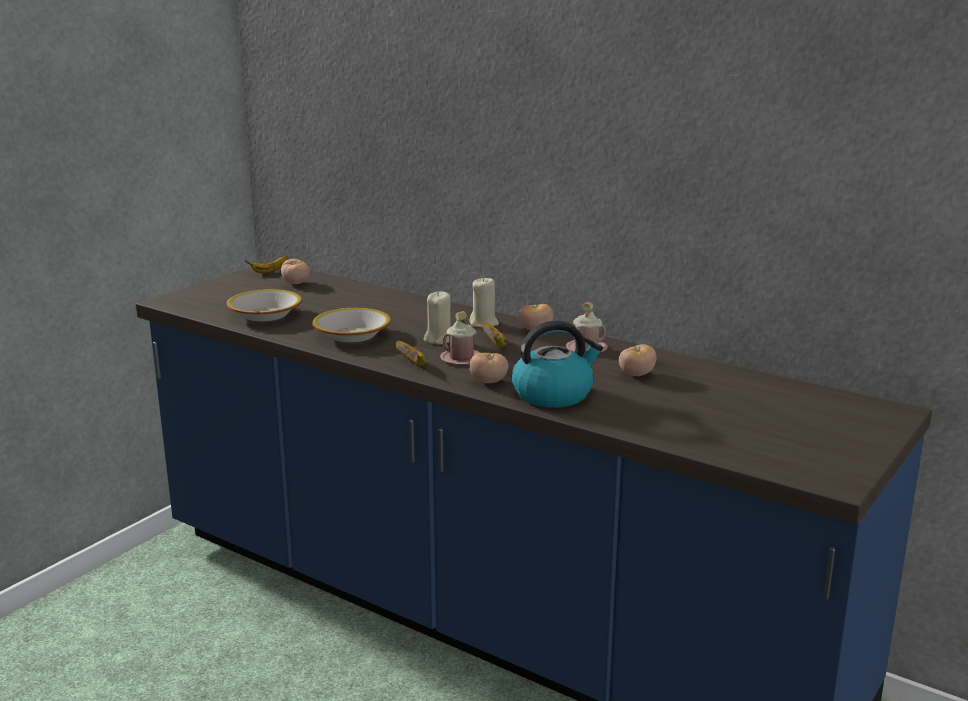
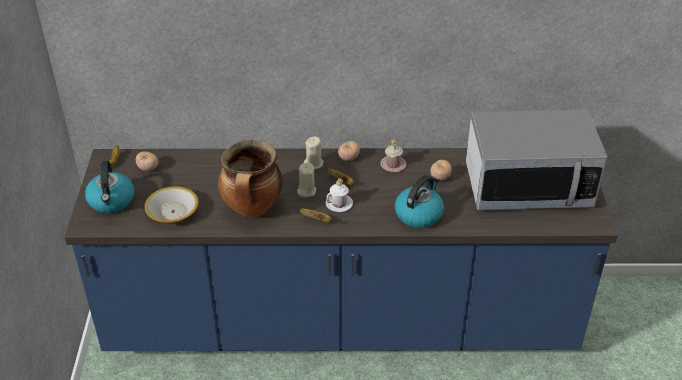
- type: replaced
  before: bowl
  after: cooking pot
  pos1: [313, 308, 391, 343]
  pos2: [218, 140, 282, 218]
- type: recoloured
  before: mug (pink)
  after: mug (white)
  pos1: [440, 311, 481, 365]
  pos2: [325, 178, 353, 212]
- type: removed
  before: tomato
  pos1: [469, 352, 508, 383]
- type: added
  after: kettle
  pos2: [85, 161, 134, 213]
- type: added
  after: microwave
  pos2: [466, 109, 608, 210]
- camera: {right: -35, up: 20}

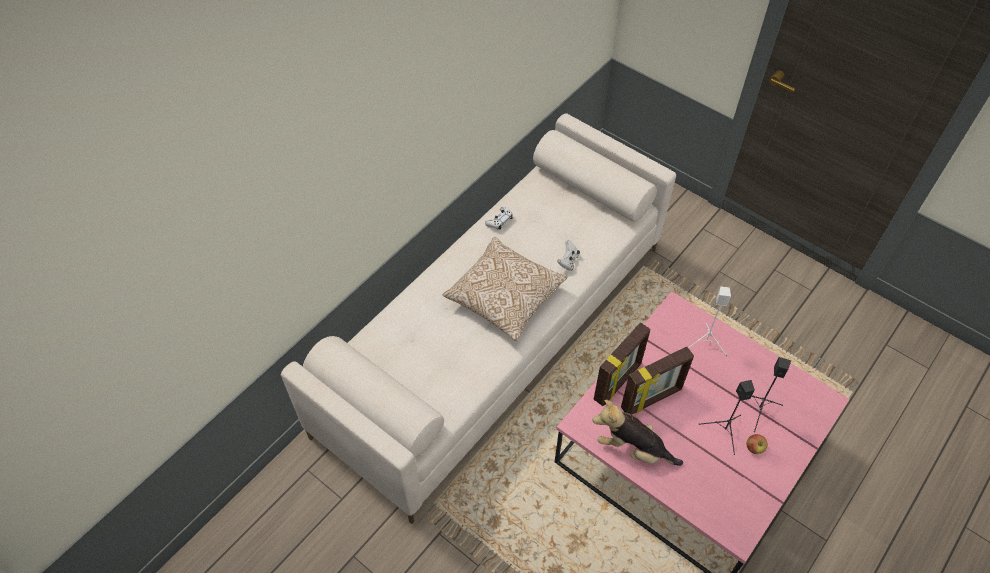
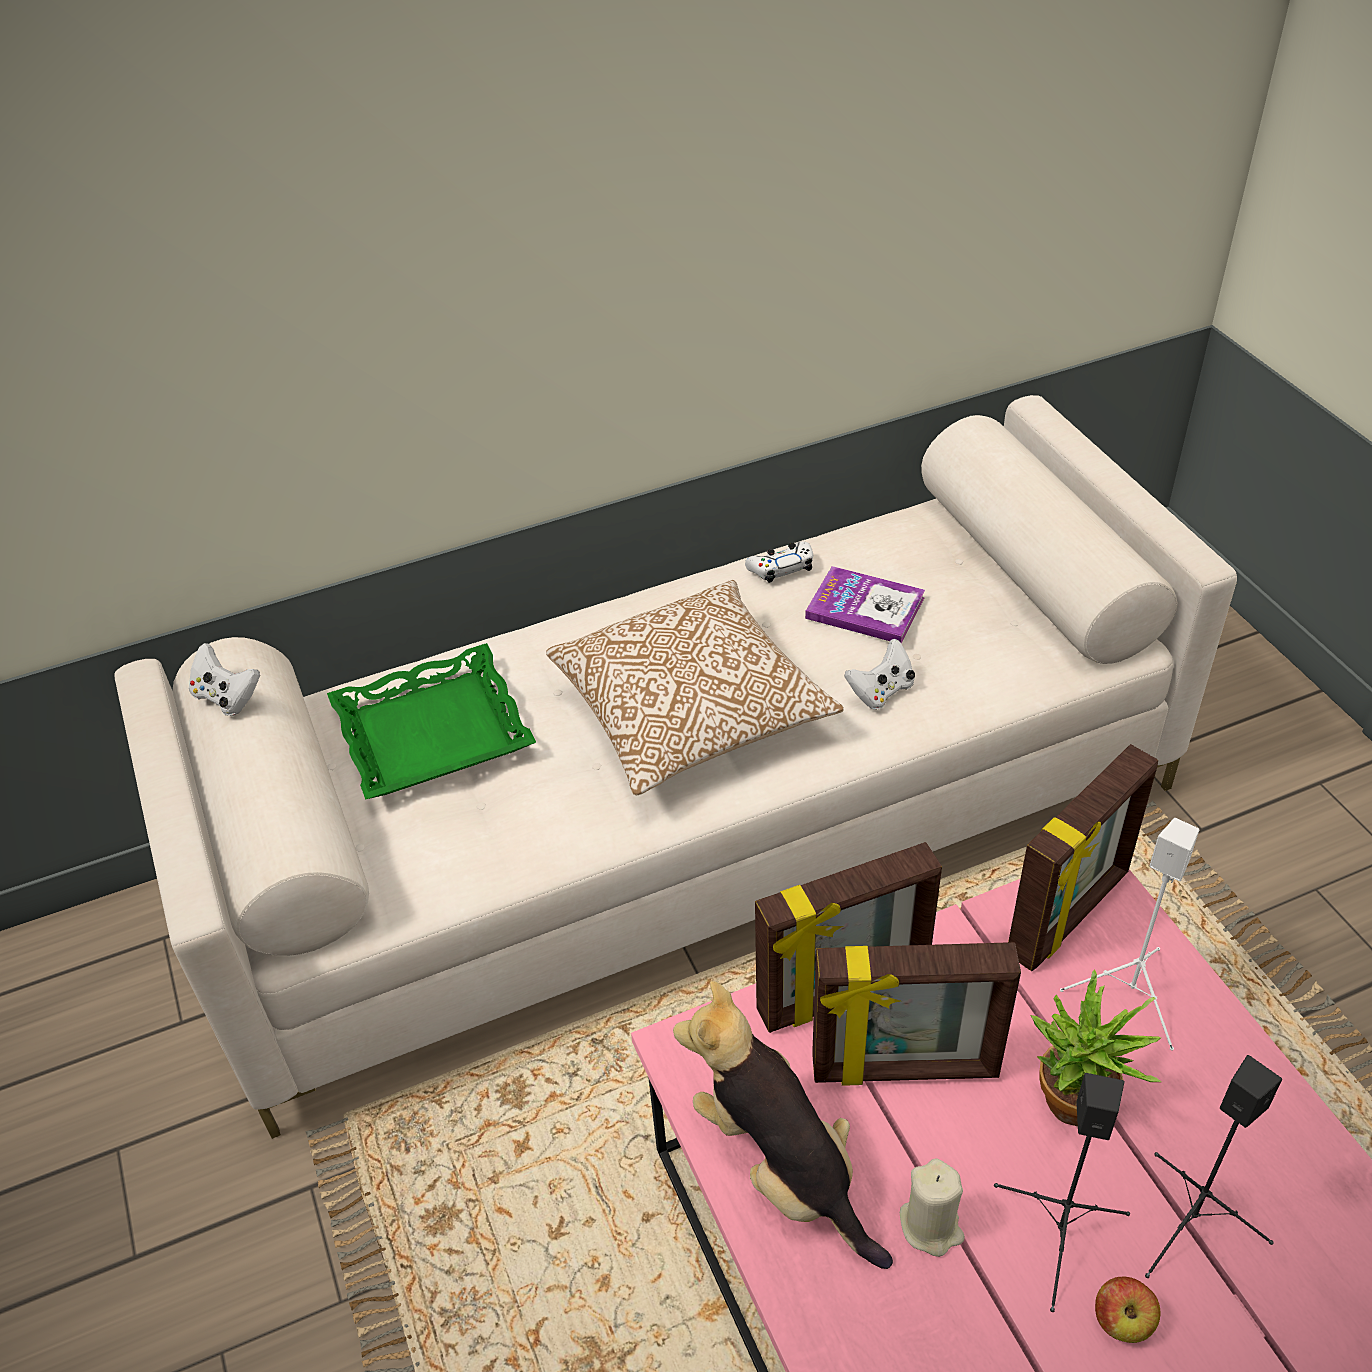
- type: added
  after: game controller (white)
  pos2: [189, 643, 260, 716]
- type: added
  after: tray (green)
  pos2: [327, 643, 536, 800]
- type: added
  after: book
  pos2: [805, 566, 925, 643]
- type: added
  after: candle (beige)
  pos2: [900, 1159, 965, 1257]
- type: added
  after: picture frame
  pos2: [1008, 744, 1158, 971]
- type: added
  after: potted plant
  pos2: [1031, 969, 1161, 1126]
- camera: {right: 30, up: -10}

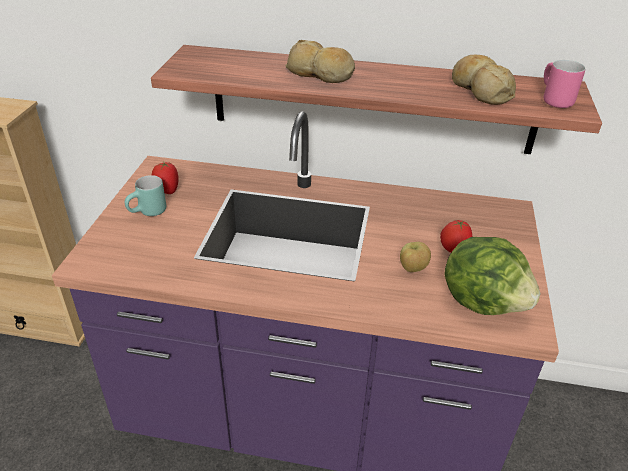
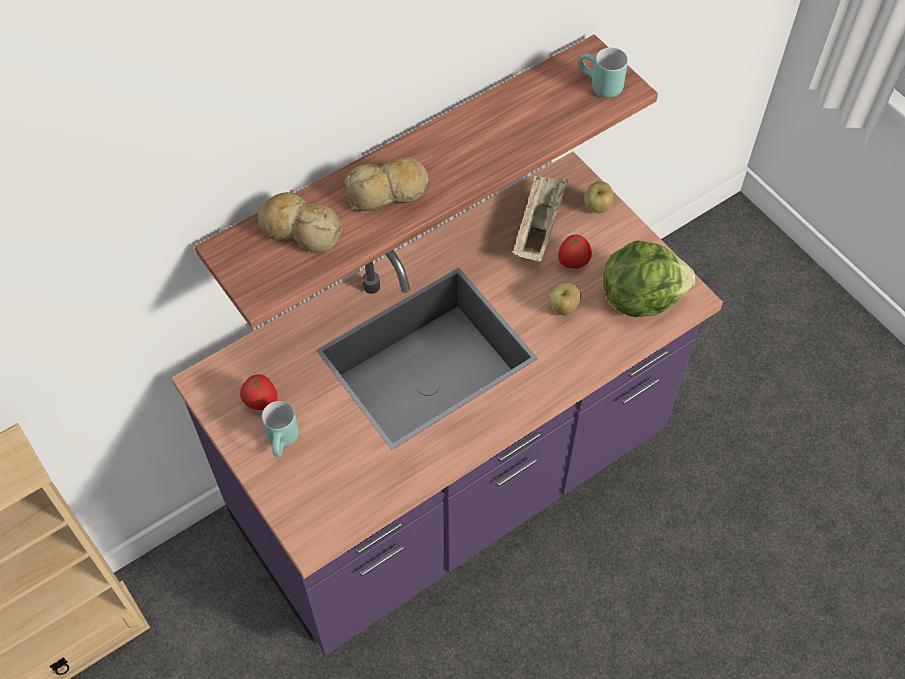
- type: moved
  before: bread
  pos1: [452, 55, 516, 105]
  pos2: [257, 192, 343, 253]
- type: recoloured
  before: mug (pink)
  after: mug (turquoise)
  pos1: [543, 60, 586, 108]
  pos2: [579, 48, 628, 98]
- type: added
  after: tray (beige)
  pos2: [513, 176, 568, 262]
- type: added
  after: apple
  pos2: [585, 182, 614, 213]
- camera: {right: -45, up: 20}

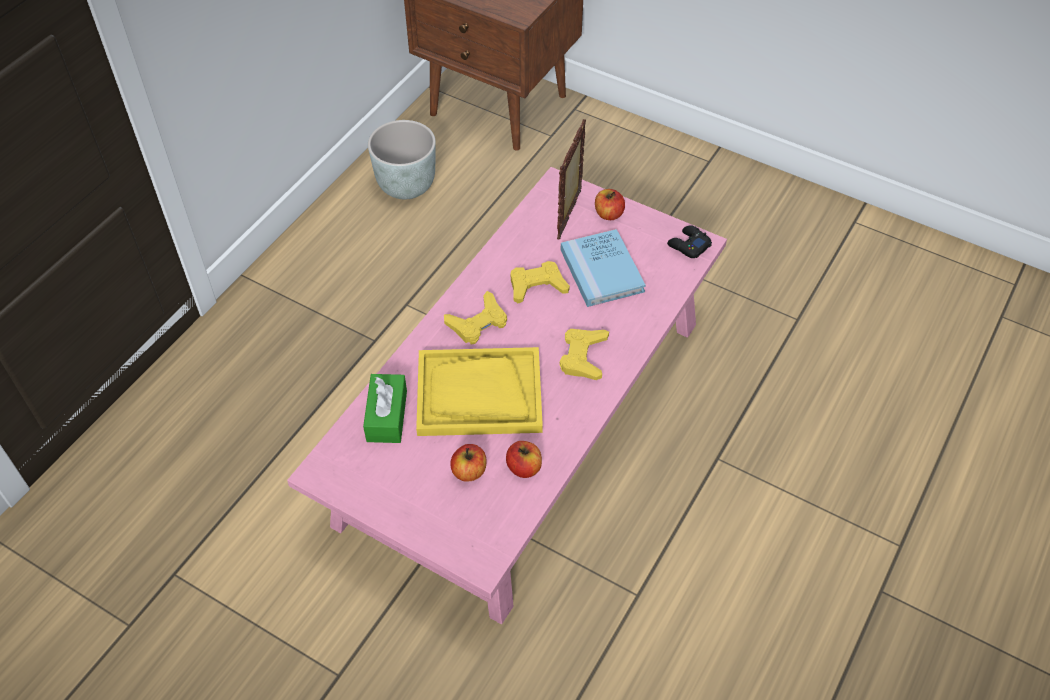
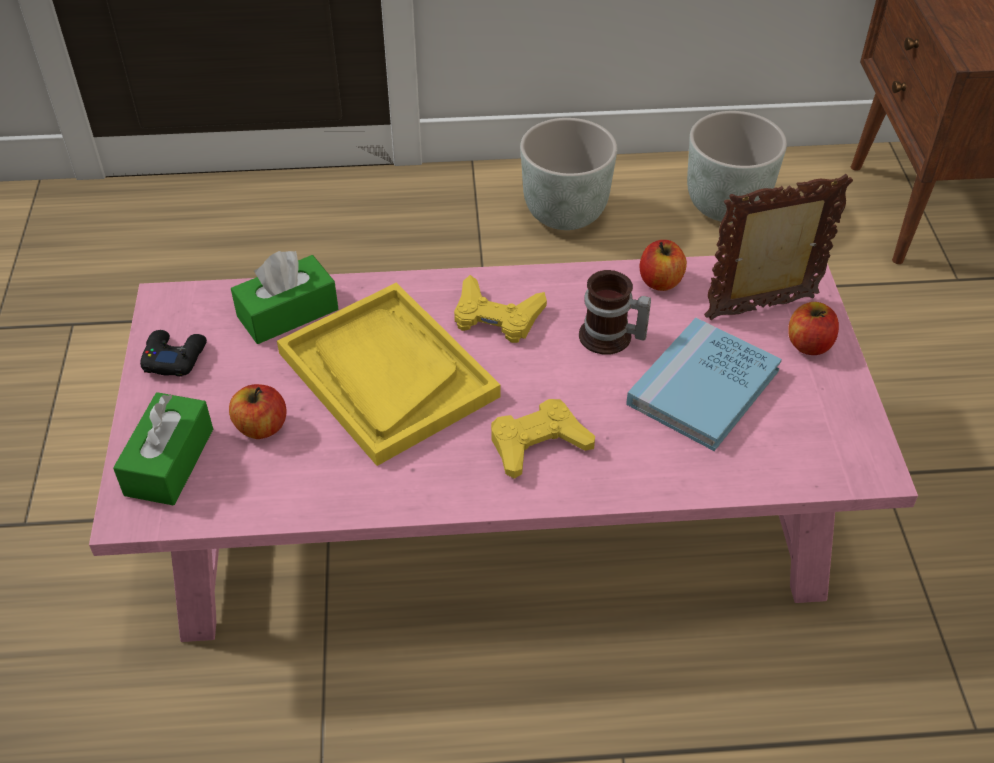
- type: moved
  before: apple
  pos1: [506, 441, 542, 478]
  pos2: [640, 240, 687, 291]
- type: replaced
  before: game controller (yellow)
  after: mug
  pos1: [511, 261, 570, 303]
  pos2: [579, 270, 651, 355]
- type: moved
  before: game controller (black)
  pos1: [667, 225, 712, 258]
  pos2: [140, 330, 207, 377]
- type: added
  after: tissue box (green)
  pos2: [113, 392, 213, 505]
- type: added
  after: planter (grey)
  pos2: [520, 118, 617, 230]
- camera: {right: 55, up: -5}

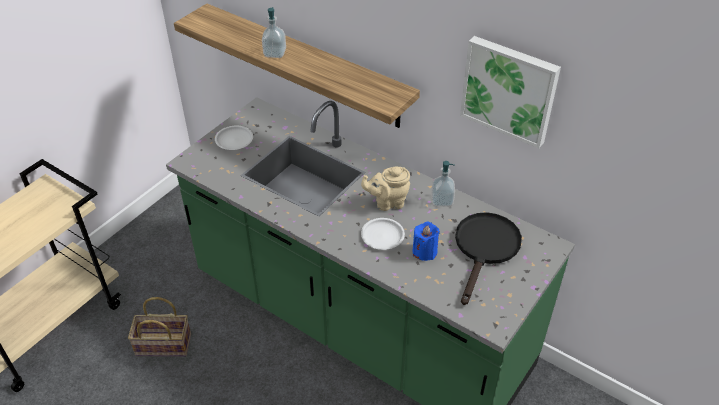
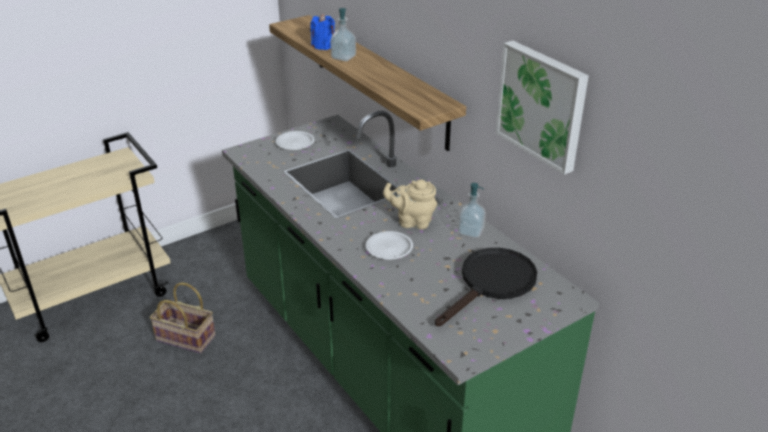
- type: moved
  before: candle (blue)
  pos1: [413, 222, 440, 261]
  pos2: [310, 14, 335, 50]
- camera: {right: 20, up: -10}

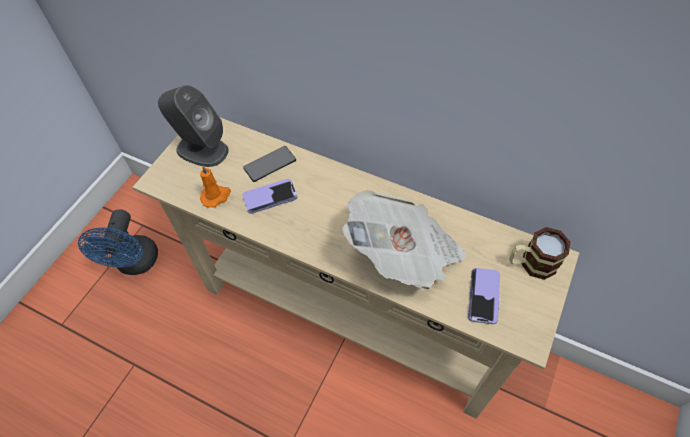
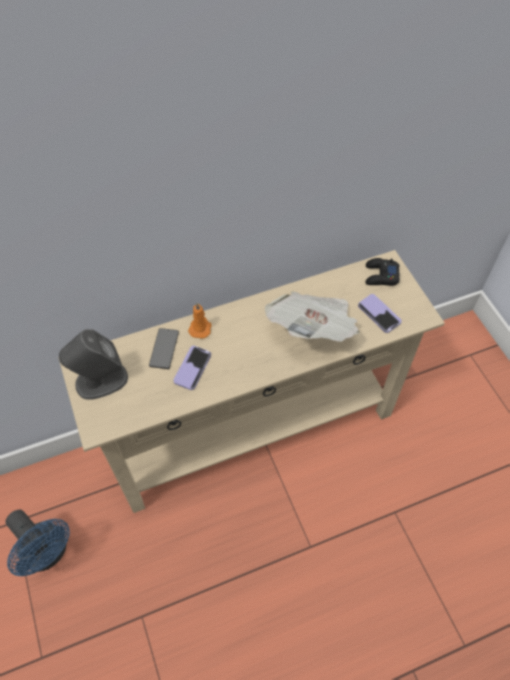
- type: moved
  before: candle (orange)
  pos1: [200, 165, 231, 208]
  pos2: [188, 303, 211, 339]
- type: replaced
  before: mug
  after: game controller (black)
  pos1: [509, 227, 570, 280]
  pos2: [365, 258, 400, 286]
- camera: {right: -50, up: 0}

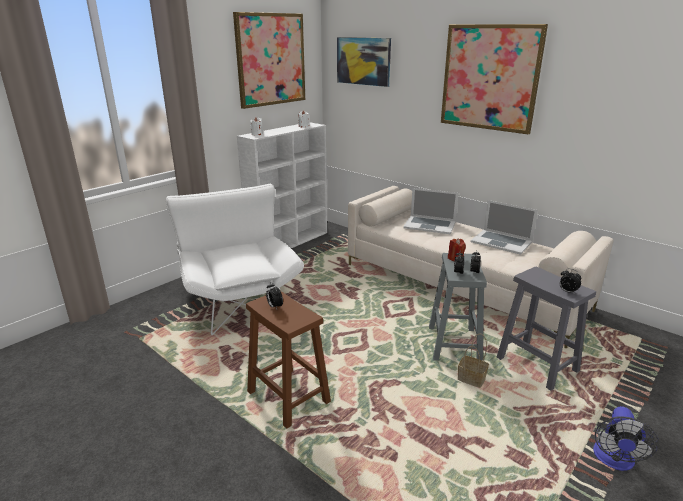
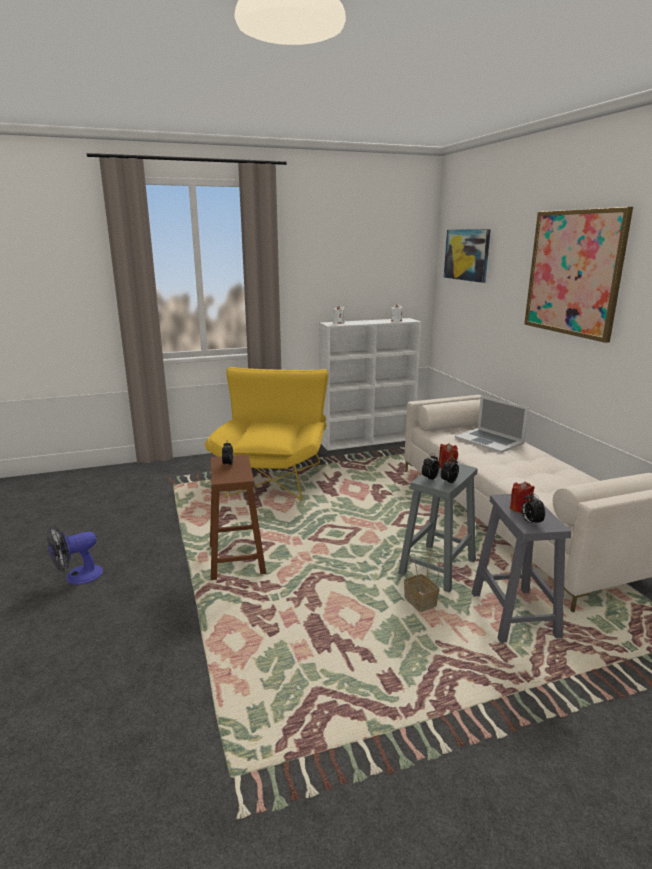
- type: recoloured
  before: armchair (white)
  after: armchair (yellow)
  pos1: [166, 184, 304, 335]
  pos2: [205, 367, 328, 501]
- type: removed
  before: picture
  pos1: [233, 12, 305, 109]
- type: removed
  before: laptop
  pos1: [471, 200, 538, 255]
- type: moved
  before: fan
  pos1: [593, 406, 659, 471]
  pos2: [47, 526, 103, 585]
- type: added
  after: candle (red)
  pos2: [510, 481, 535, 513]
- camera: {right: 30, up: -5}

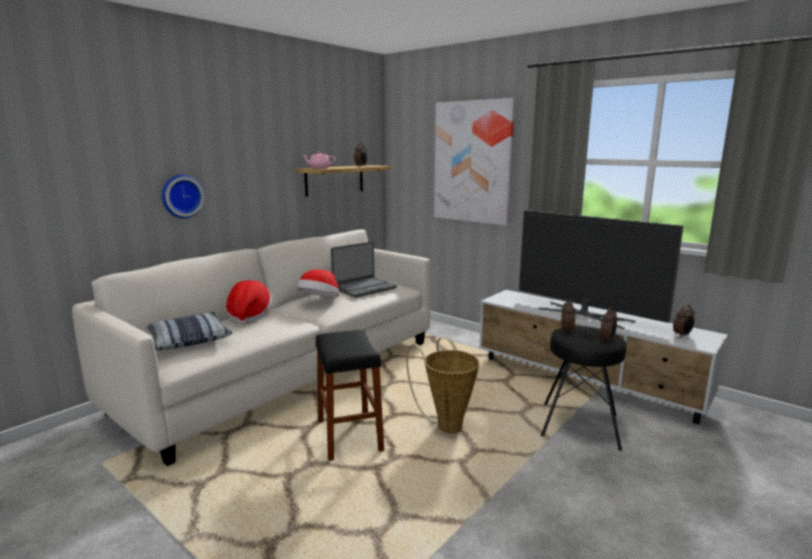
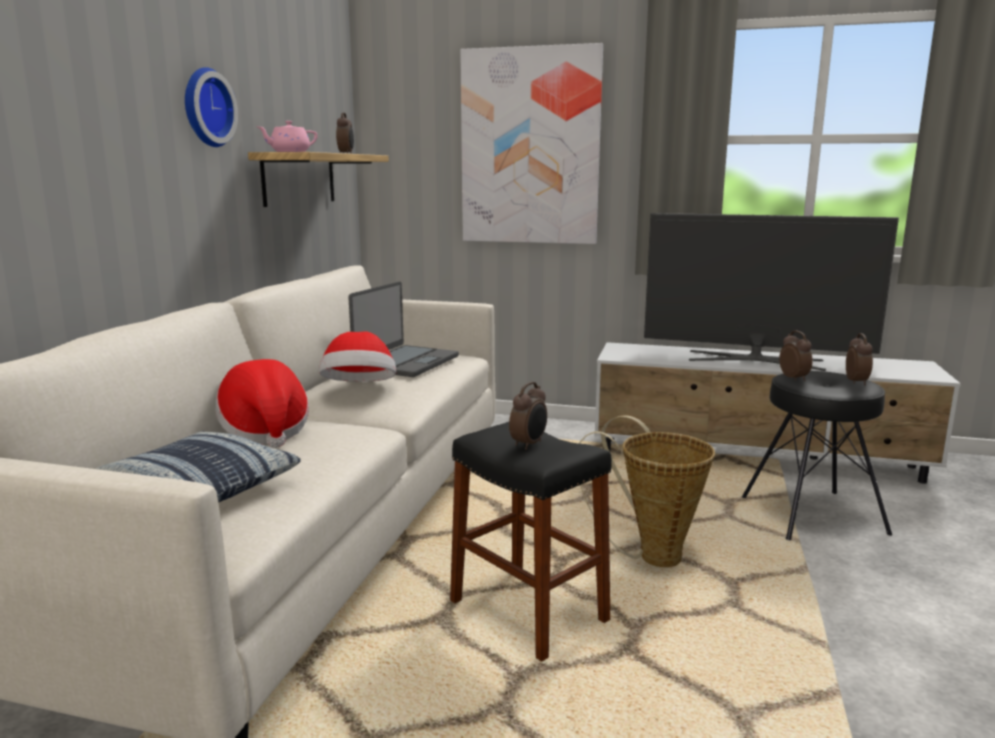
- type: moved
  before: wall clock
  pos1: [162, 175, 204, 218]
  pos2: [185, 67, 238, 147]
- type: moved
  before: alarm clock
  pos1: [673, 305, 694, 338]
  pos2: [509, 382, 547, 450]
- camera: {right: -25, up: 0}

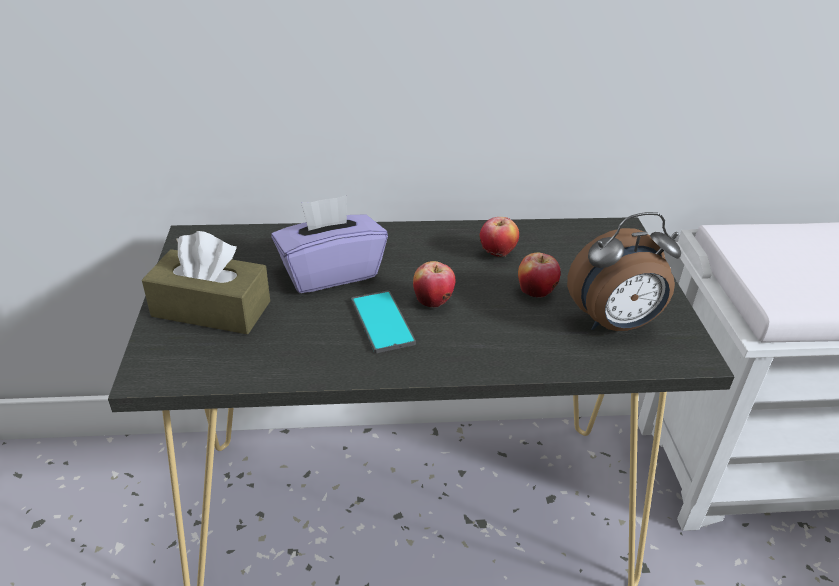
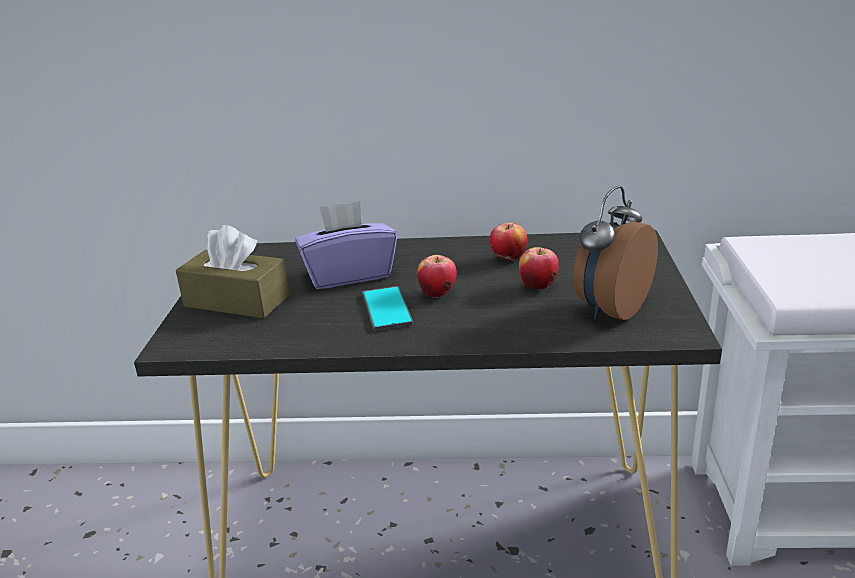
- type: turned
  before: alarm clock
  pos1: [567, 212, 681, 331]
  pos2: [573, 186, 658, 320]
  turn: 135
- camera: {right: 10, up: -10}

